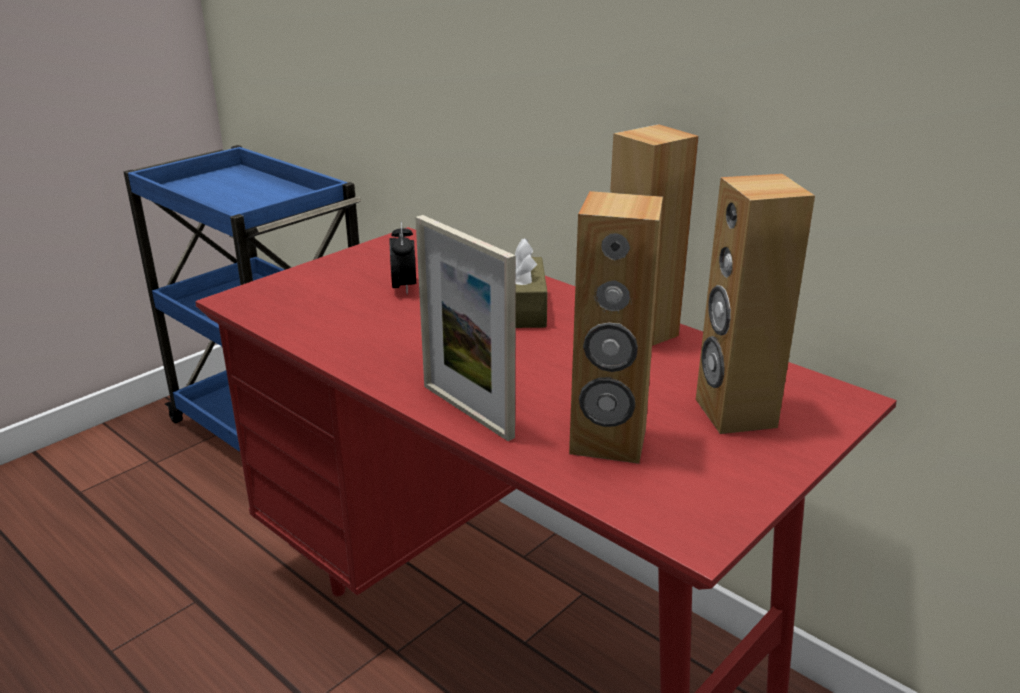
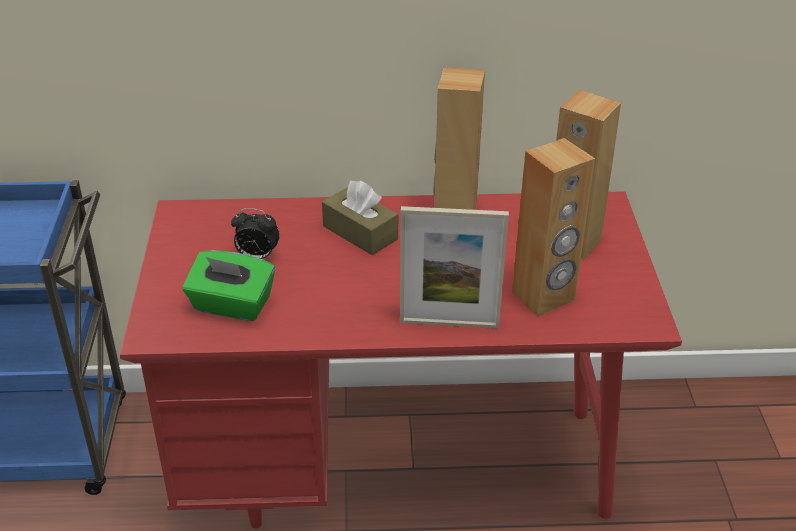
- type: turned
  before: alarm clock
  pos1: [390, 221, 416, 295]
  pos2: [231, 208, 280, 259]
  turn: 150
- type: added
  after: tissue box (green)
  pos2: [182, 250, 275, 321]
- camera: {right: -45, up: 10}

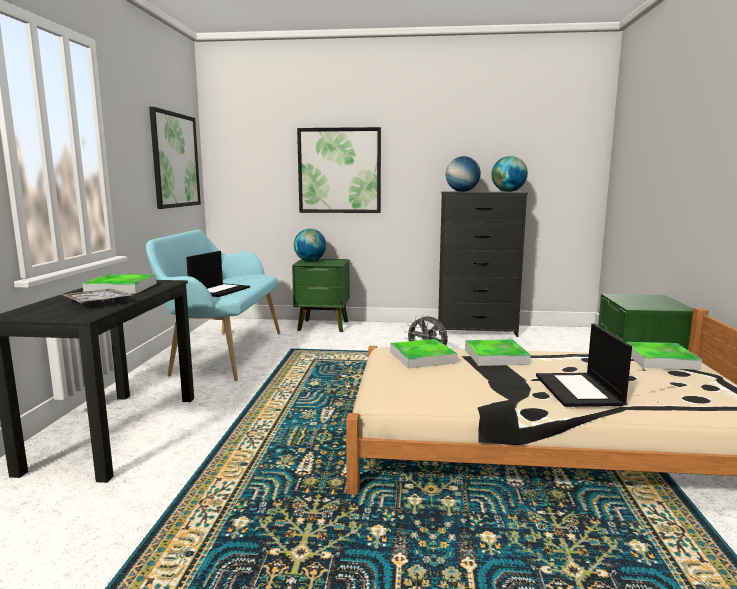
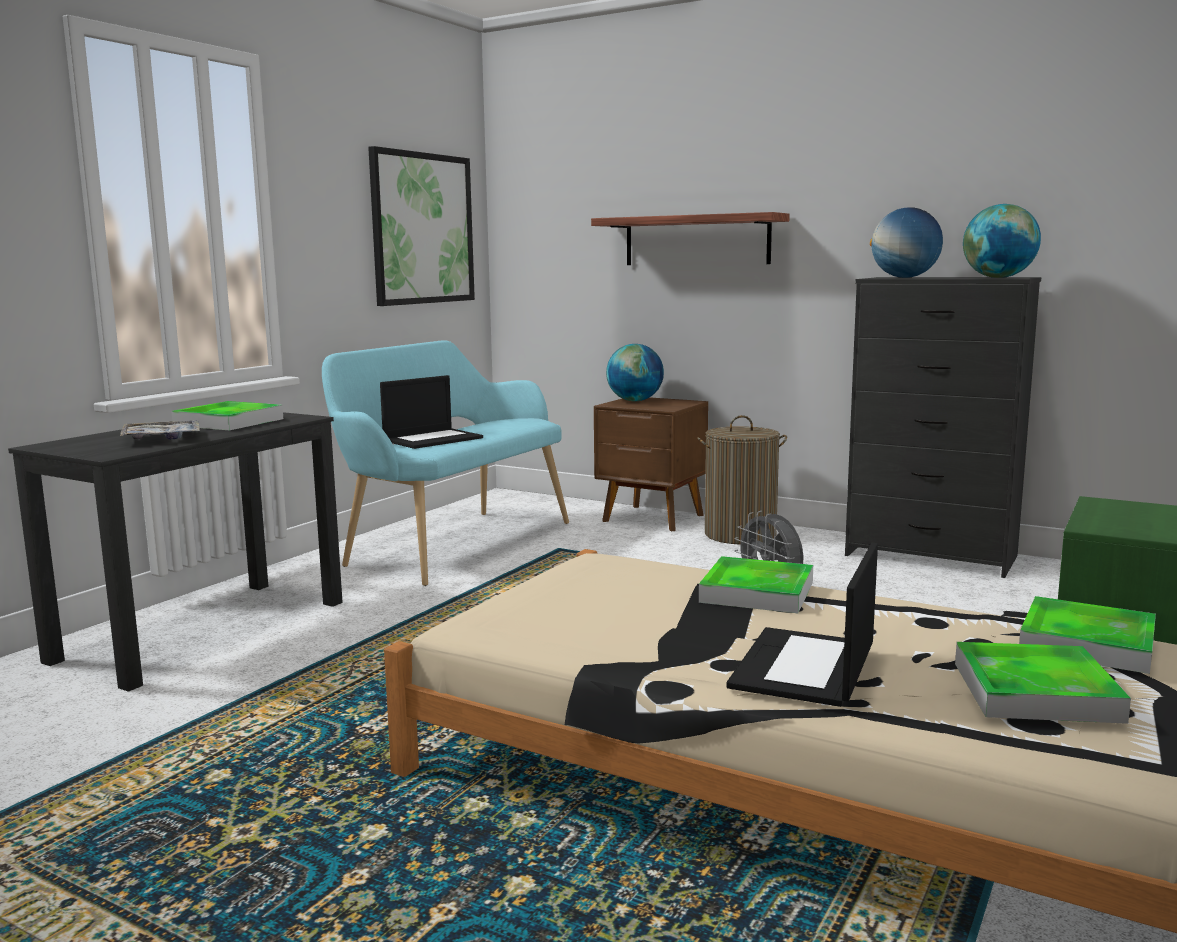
- type: recoloured
  before: nightstand (green)
  after: nightstand (brown)
  pos1: [292, 259, 350, 332]
  pos2: [594, 397, 708, 531]
- type: replaced
  before: picture
  after: shelf
  pos1: [297, 127, 381, 213]
  pos2: [591, 212, 790, 265]
- type: moved
  before: tray
  pos1: [390, 339, 457, 369]
  pos2: [955, 642, 1131, 724]
- type: added
  after: laundry basket
  pos2: [697, 415, 787, 545]
- camera: {right: 25, up: 0}

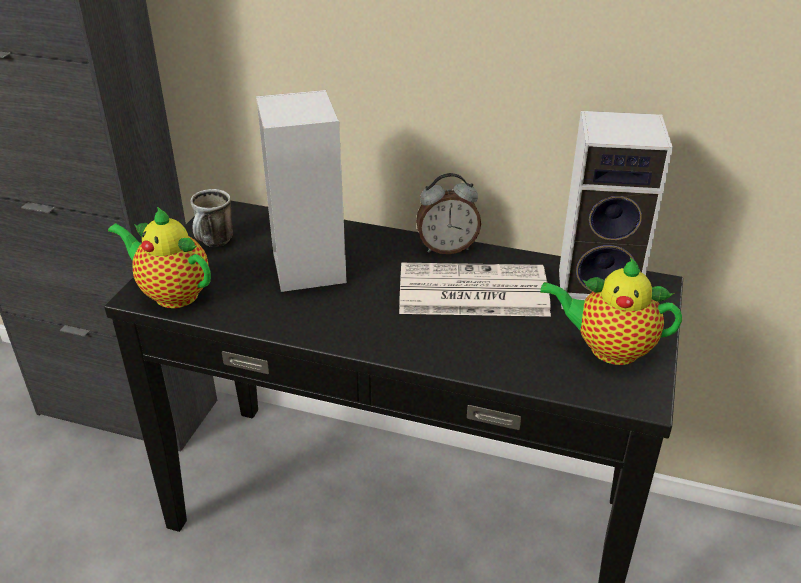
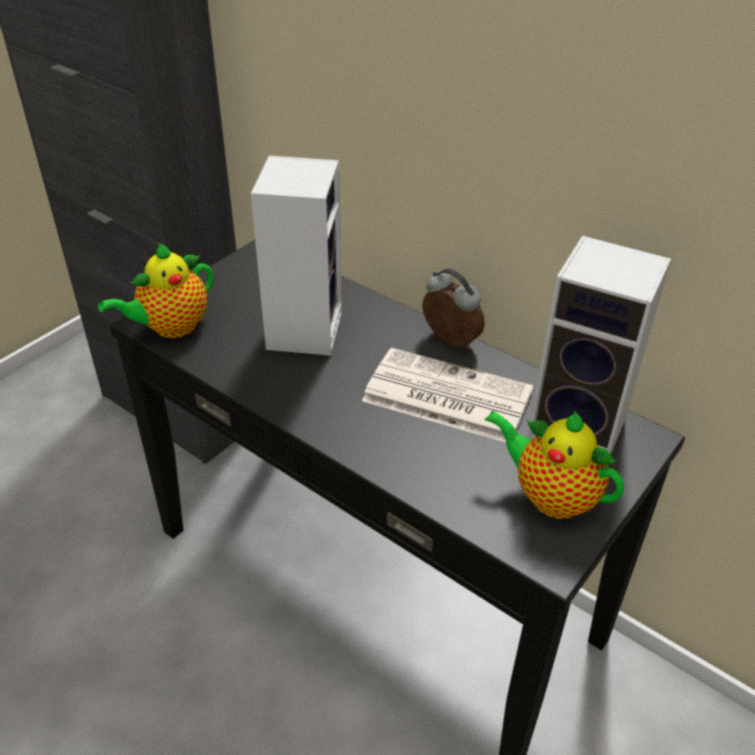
- type: turned
  before: teapot
  pos1: [108, 206, 211, 308]
  pos2: [98, 243, 214, 338]
  turn: -90
- type: removed
  before: mug
  pos1: [191, 189, 233, 247]
- type: turned
  before: alarm clock
  pos1: [416, 173, 481, 254]
  pos2: [422, 269, 485, 349]
  turn: -150
- camera: {right: 20, up: 5}

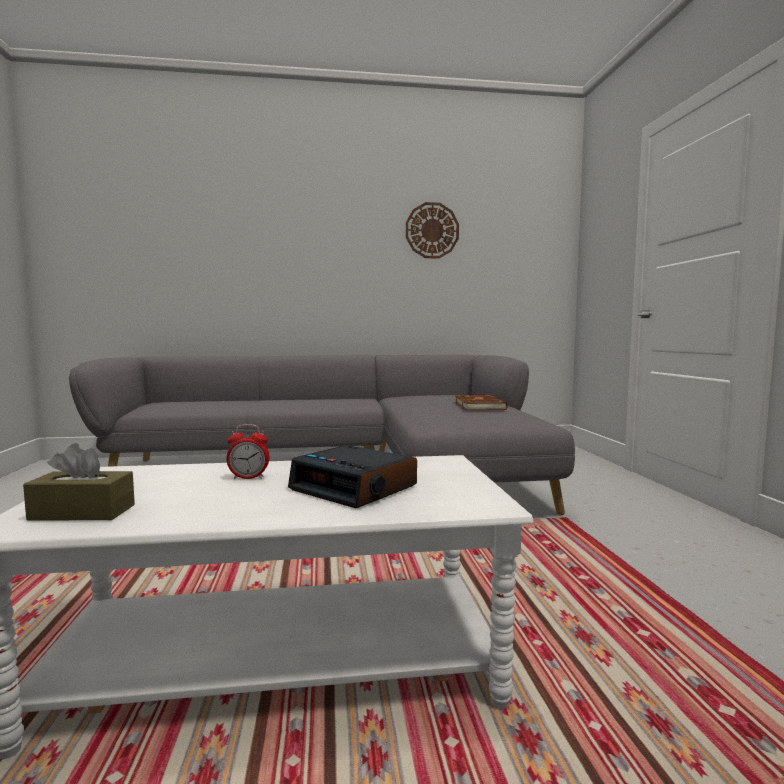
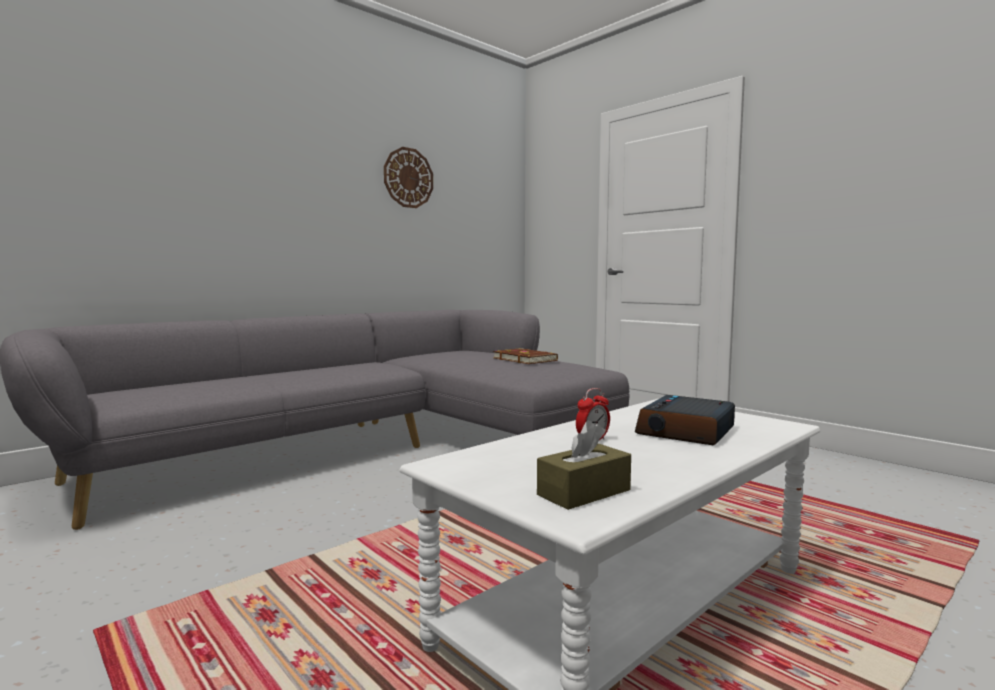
- type: turned
  before: alarm clock
  pos1: [288, 445, 417, 508]
  pos2: [635, 395, 735, 445]
  turn: 120
- camera: {right: -35, up: 0}

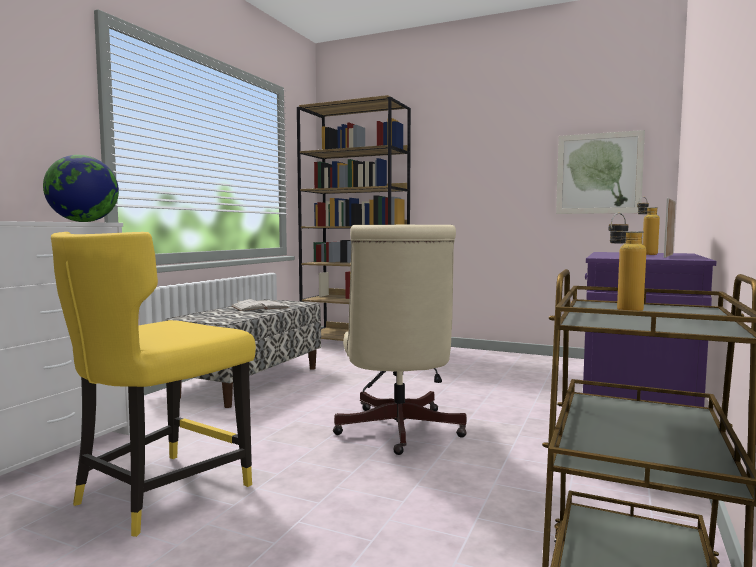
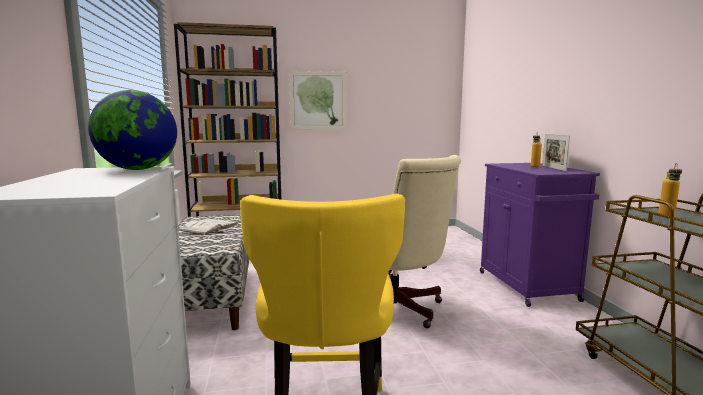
- type: moved
  before: picture
  pos1: [556, 130, 645, 214]
  pos2: [289, 71, 347, 130]
- camera: {right: -35, up: 5}

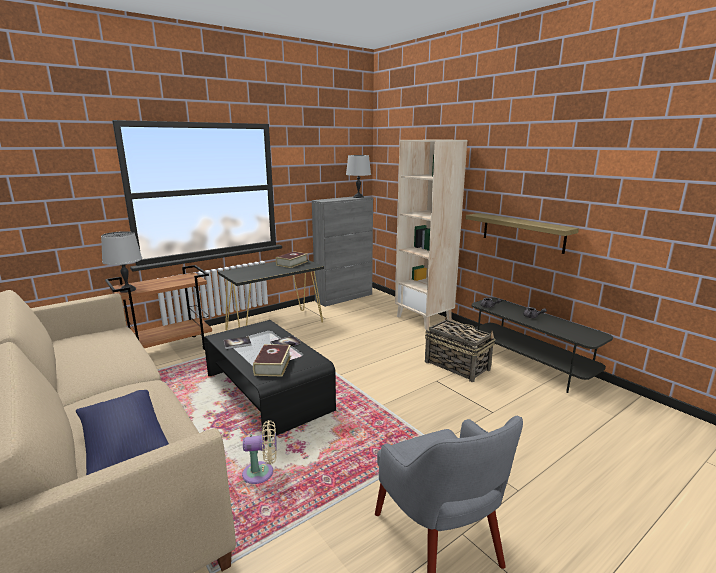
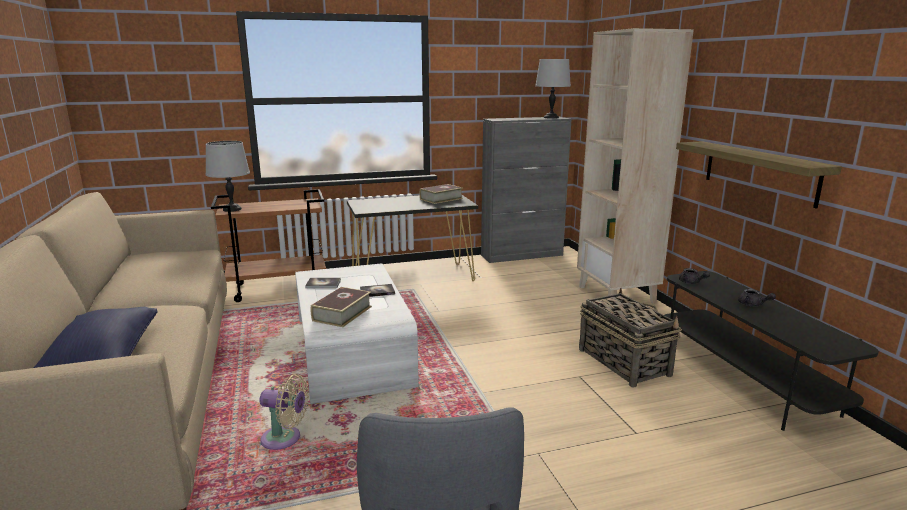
- type: recoloured
  before: coffee table (black)
  after: coffee table (white)
  pos1: [204, 320, 336, 440]
  pos2: [295, 263, 419, 404]
- camera: {right: 20, up: 0}

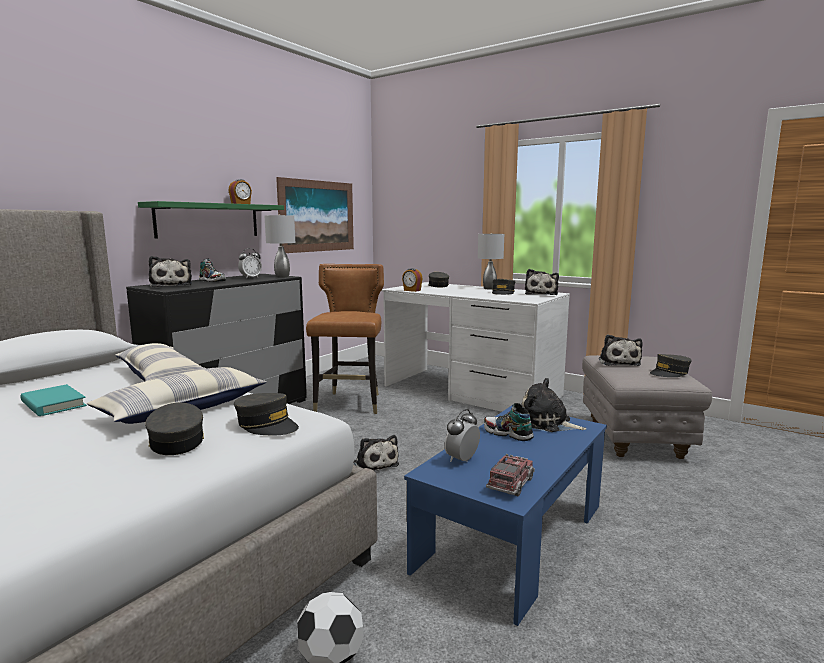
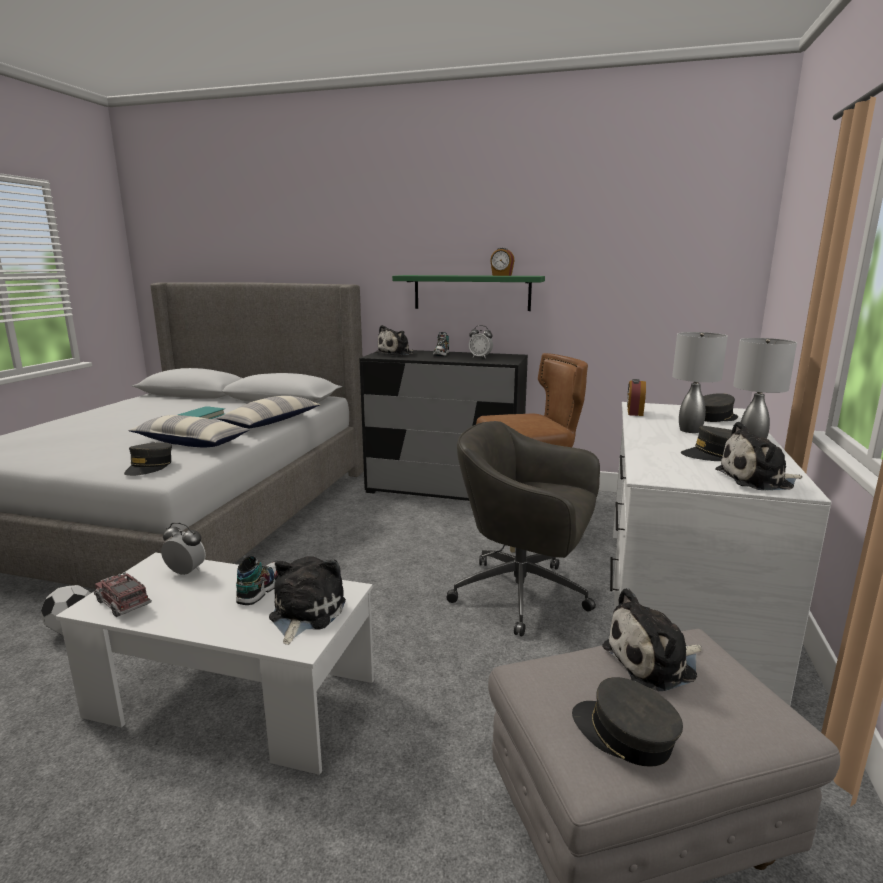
- type: removed
  before: cap (grey)
  pos1: [145, 403, 204, 455]
- type: moved
  before: table lamp (grey)
  pos1: [264, 214, 295, 278]
  pos2: [672, 332, 728, 433]
- type: removed
  before: picture
  pos1: [276, 177, 354, 253]
- type: removed
  before: plush toy
  pos1: [354, 435, 399, 471]
- type: recoloured
  before: coffee table (blue)
  after: coffee table (white)
  pos1: [404, 405, 607, 626]
  pos2: [56, 552, 374, 775]
- type: turned
  before: toy truck
  pos1: [486, 454, 535, 497]
  pos2: [94, 572, 152, 617]
  turn: -150
- type: added
  after: office chair (grey)
  pos2: [446, 421, 600, 637]
- camera: {right: 70, up: 5}

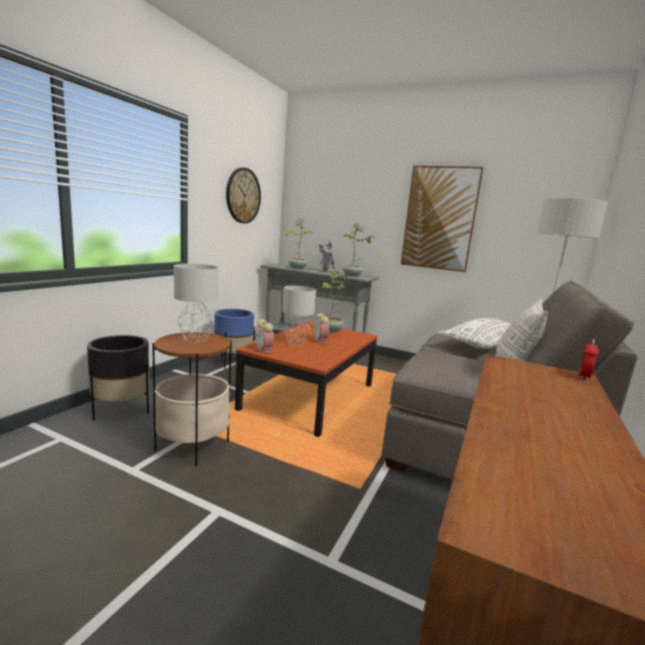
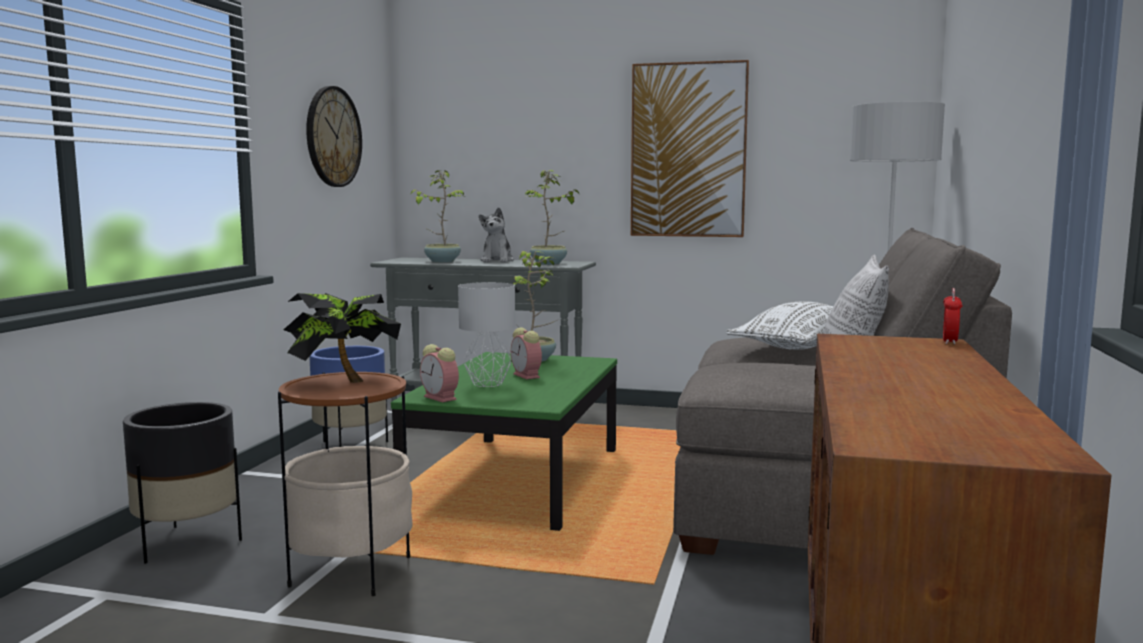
- type: replaced
  before: table lamp (grey)
  after: potted plant
  pos1: [174, 264, 219, 342]
  pos2: [284, 293, 401, 383]
- type: recoloured
  before: coffee table (brown)
  after: coffee table (green)
  pos1: [235, 322, 378, 437]
  pos2: [391, 352, 617, 531]
- camera: {right: -10, up: -5}

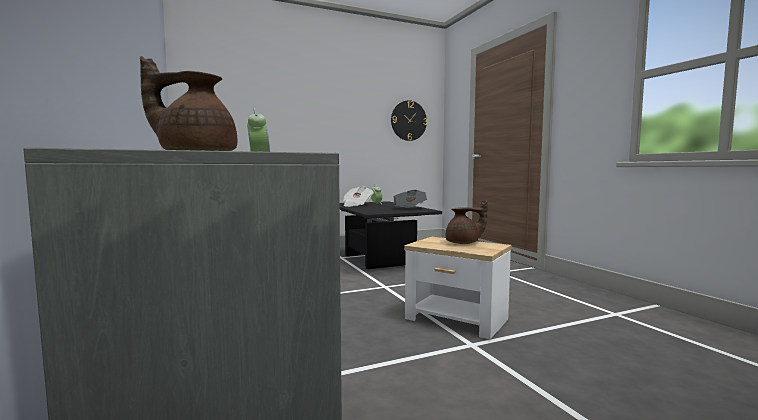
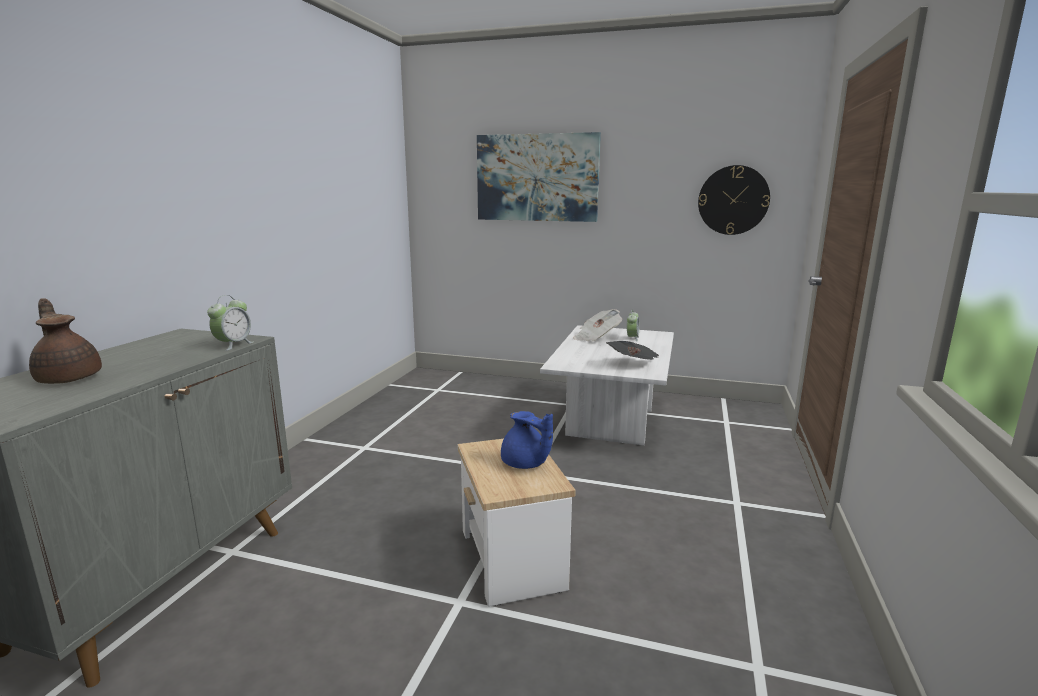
- type: recoloured
  before: coffee table (black)
  after: coffee table (white)
  pos1: [340, 201, 442, 269]
  pos2: [540, 325, 674, 445]
- type: recoloured
  before: teapot (brown)
  after: teapot (blue)
  pos1: [446, 200, 488, 244]
  pos2: [501, 411, 553, 469]
- type: added
  after: picture
  pos2: [477, 132, 601, 222]
- camera: {right: 40, up: 10}

